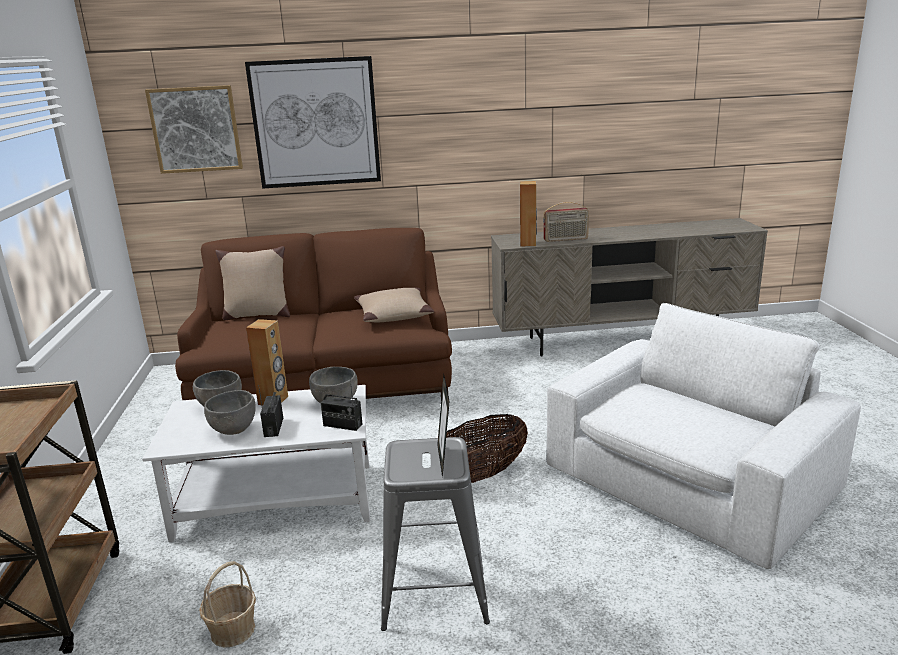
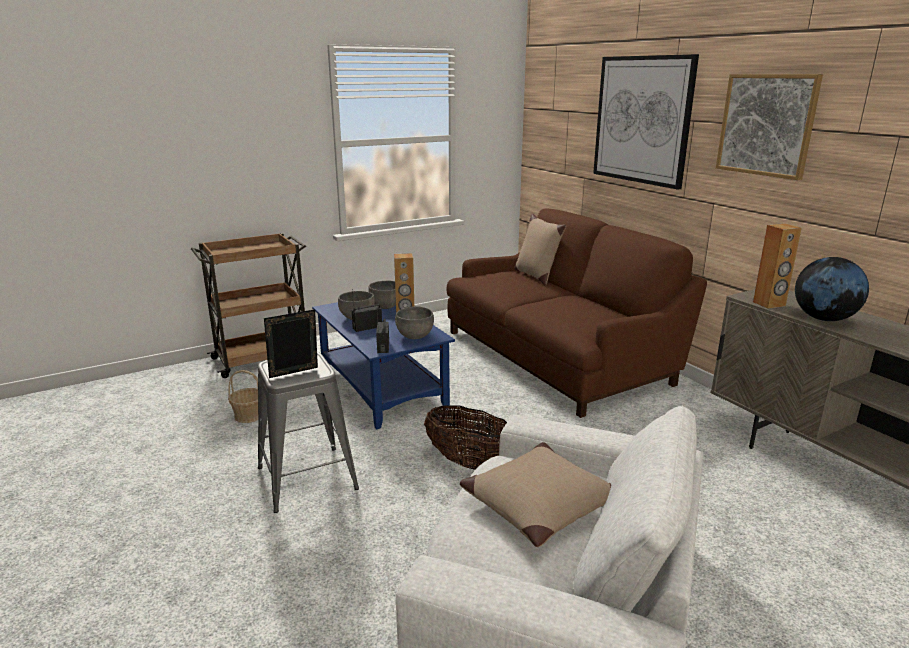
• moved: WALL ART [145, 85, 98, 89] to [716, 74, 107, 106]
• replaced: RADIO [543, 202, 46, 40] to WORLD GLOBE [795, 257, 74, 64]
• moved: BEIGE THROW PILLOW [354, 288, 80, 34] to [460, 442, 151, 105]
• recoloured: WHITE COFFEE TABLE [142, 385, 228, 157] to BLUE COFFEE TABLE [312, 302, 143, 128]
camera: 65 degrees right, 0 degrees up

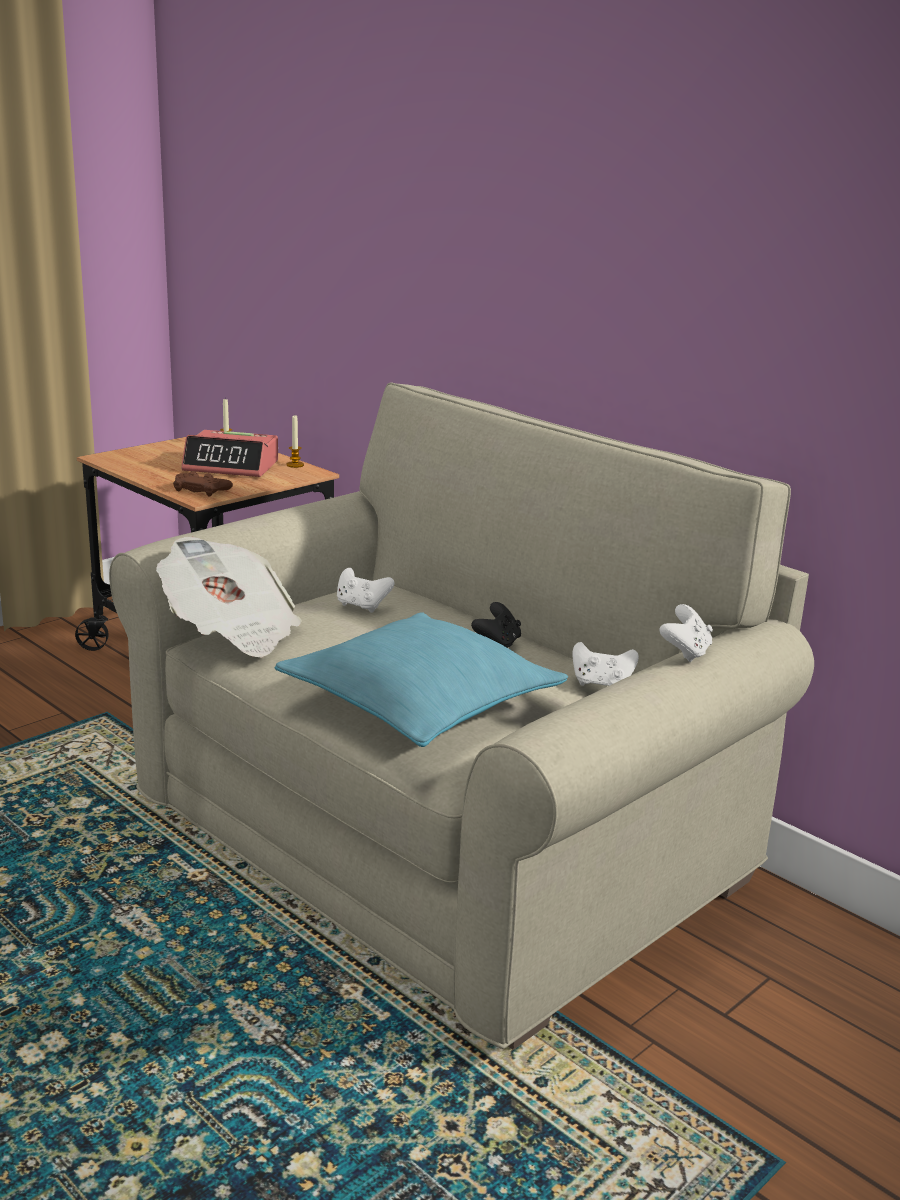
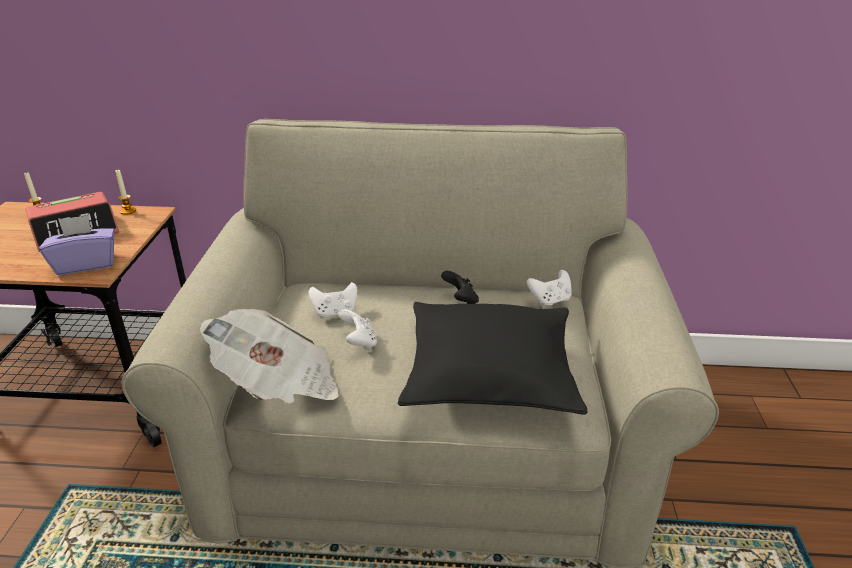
• replaced: BROWN GAMEPAD [173, 471, 60, 25] to PURPLE-COLOURED BOX OF TISSUES [39, 215, 76, 60]
• moved: WHITE GAMEPAD [659, 604, 54, 58] to [338, 309, 39, 42]
• recoloured: BLUE-GREEN THROW PILLOW [275, 612, 293, 135] to BLACKISH THROW PILLOW [398, 302, 190, 113]
camera: 40 degrees left, 10 degrees up

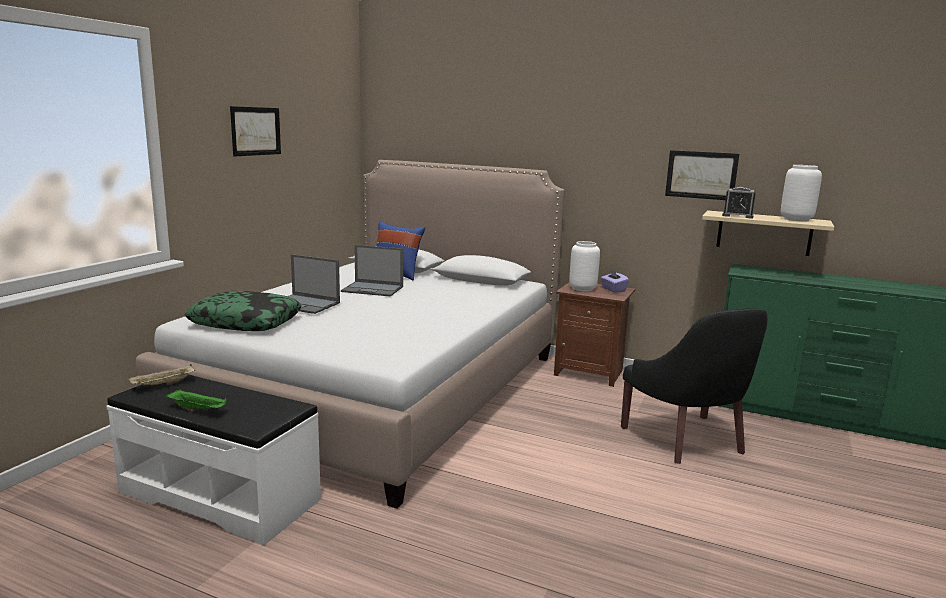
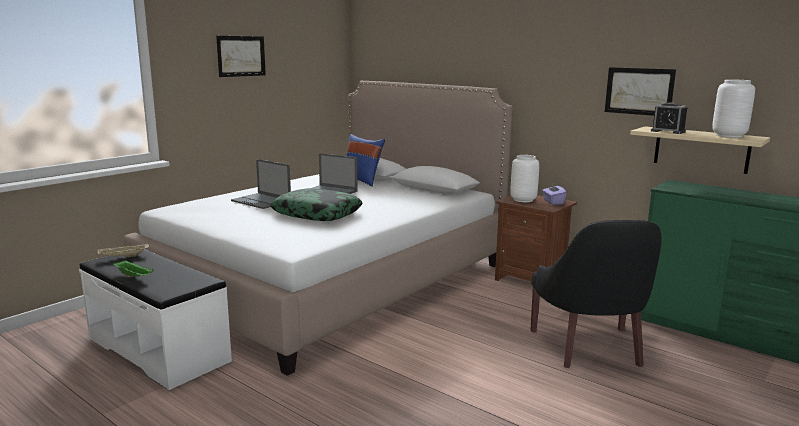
• moved: THROW PILLOW [184, 291, 118, 40] to [270, 188, 92, 33]
camera: 15 degrees right, 0 degrees up

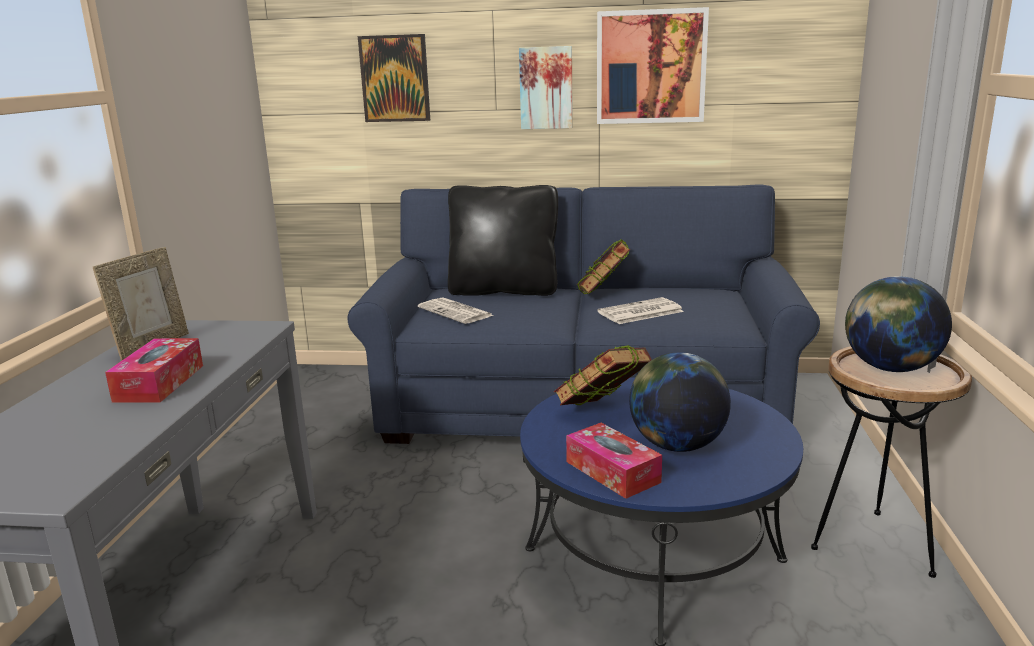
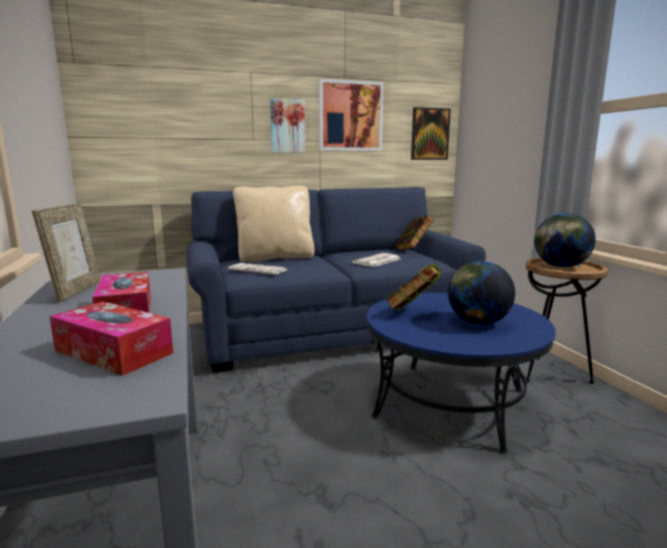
• moved: WALL ART [358, 34, 72, 88] to [411, 107, 40, 53]
• recoloured: BLACKISH THROW PILLOW [448, 185, 110, 111] to BEIGE THROW PILLOW [233, 186, 81, 76]
• moved: BOUND BOOK [576, 240, 54, 54] to [395, 215, 38, 35]
• moved: BOX OF TISSUES [566, 423, 96, 76] to [49, 301, 124, 75]
camera: 25 degrees left, 5 degrees down

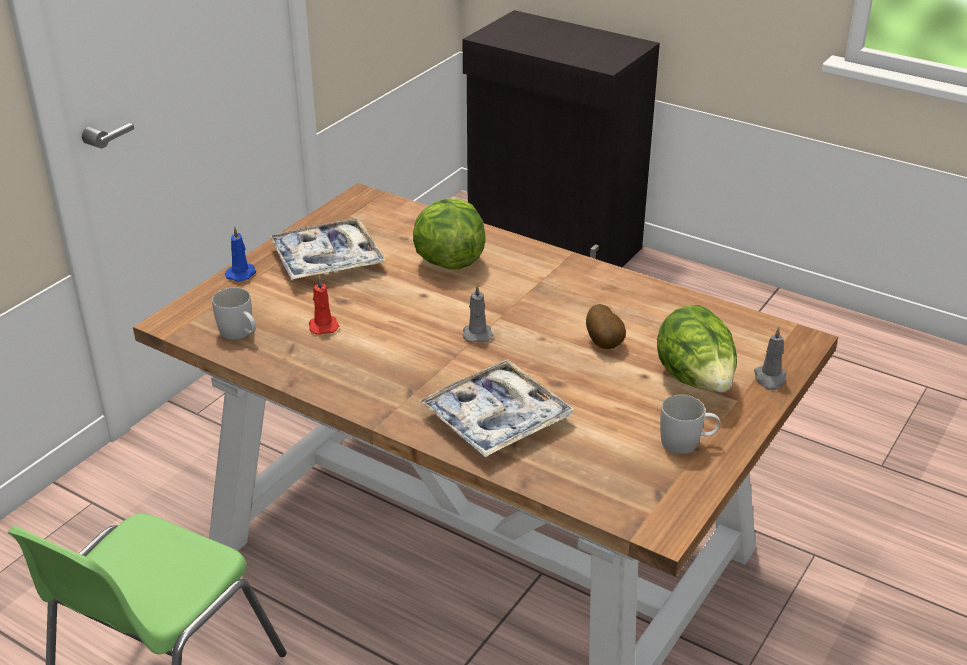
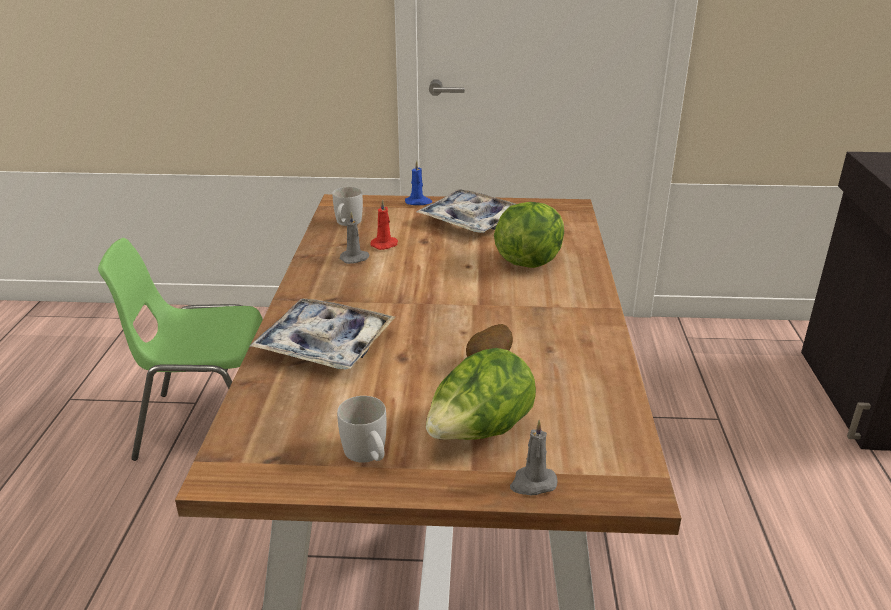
• moved: GREYISH WAX CANDLE [463, 284, 30, 59] to [340, 211, 30, 53]
camera: 60 degrees right, 5 degrees down

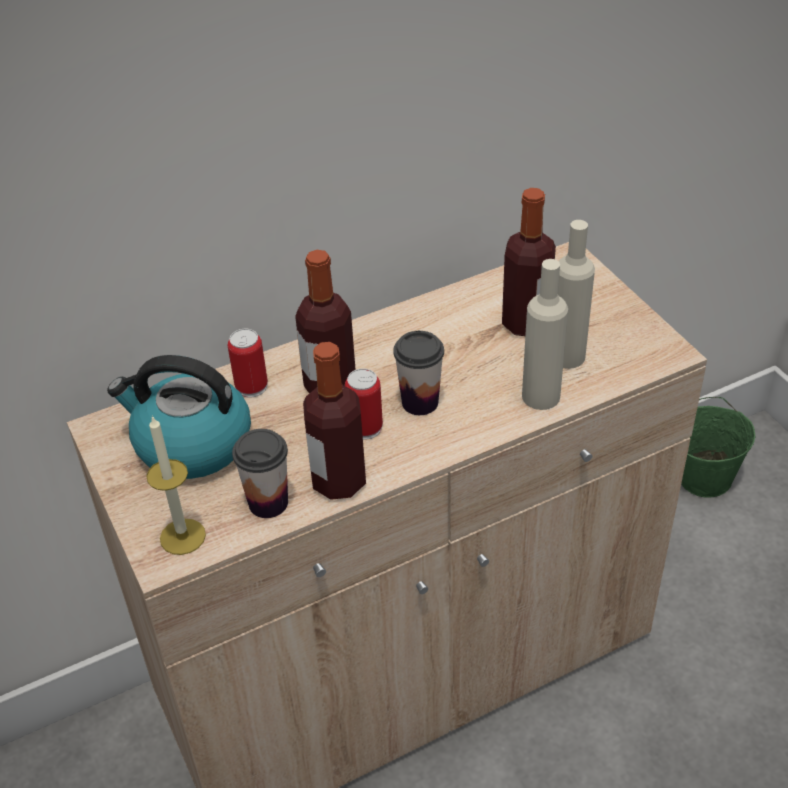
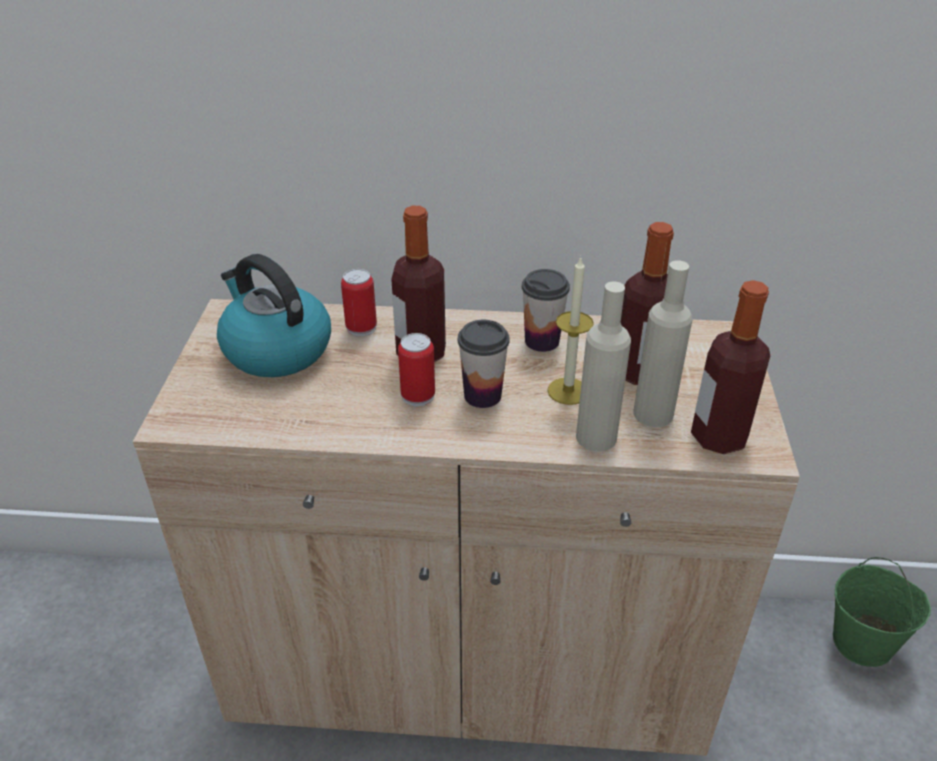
• moved: BEVERAGE BOTTLE [303, 342, 63, 158] to [691, 280, 79, 174]
• moved: WAX CANDLE [146, 415, 60, 140] to [547, 256, 47, 149]
• moved: DRINKING CUP [232, 429, 56, 89] to [522, 269, 48, 83]
camera: 30 degrees right, 5 degrees down

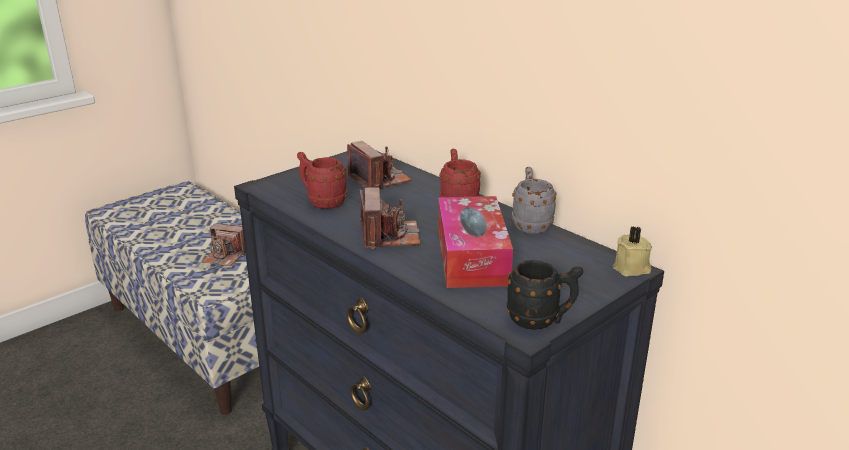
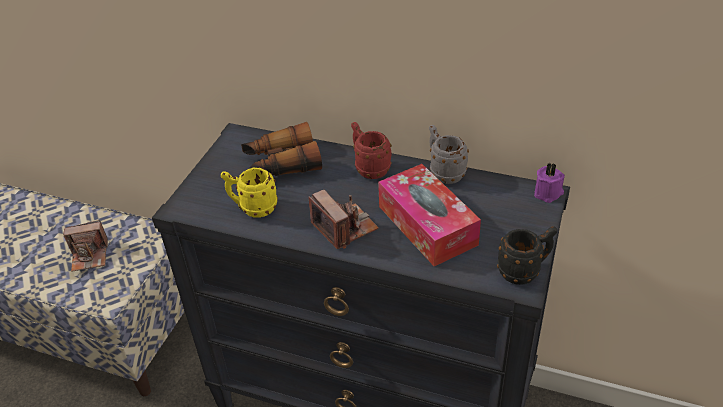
• replaced: STILL CAMERA [347, 141, 64, 48] to BINOCULARS [241, 122, 81, 54]
• recoloured: REDDISH COFFEE MUG [297, 152, 50, 57] to YELLOW COFFEE MUG [221, 167, 57, 51]
• recoloured: BEIGE WAX CANDLE [613, 226, 39, 50] to PURPLE-COLOURED WAX CANDLE [534, 163, 31, 40]
camera: 25 degrees left, 15 degrees up

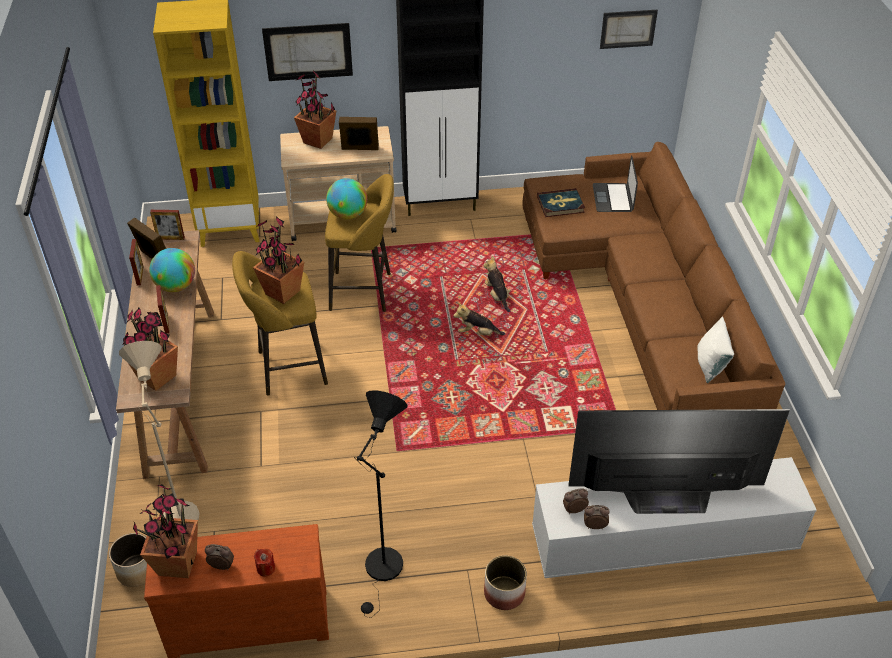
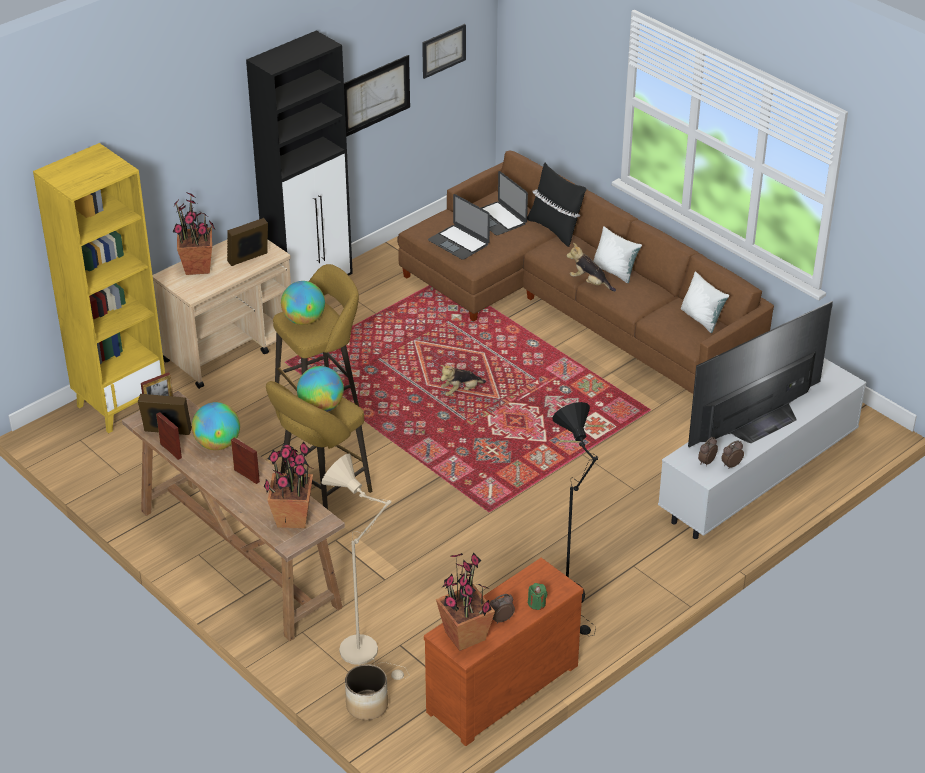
• moved: WALL ART [262, 23, 91, 58] to [344, 55, 66, 82]
• replaced: BOUND BOOK [537, 188, 48, 29] to LAPTOP [428, 194, 62, 66]
• replaced: POTTED PLANT [253, 216, 51, 88] to WORLD GLOBE [297, 366, 47, 46]
• moved: CUDDLY TOY [483, 256, 28, 56] to [566, 243, 50, 49]
• recoloured: REDDISH WAX CANDLE [254, 549, 21, 28] to GREENISH WAX CANDLE [528, 583, 19, 27]
• removed: PLANT POT [484, 556, 43, 54]
• added: BLACKISH THROW PILLOW [527, 163, 60, 84]
• added: WHITE THROW PILLOW [593, 226, 49, 57]
camera: 35 degrees left, 5 degrees down

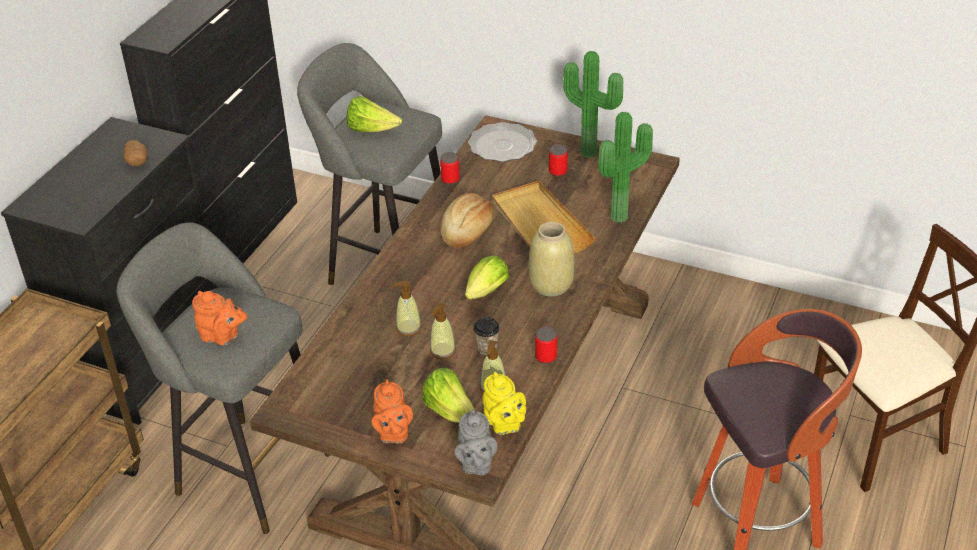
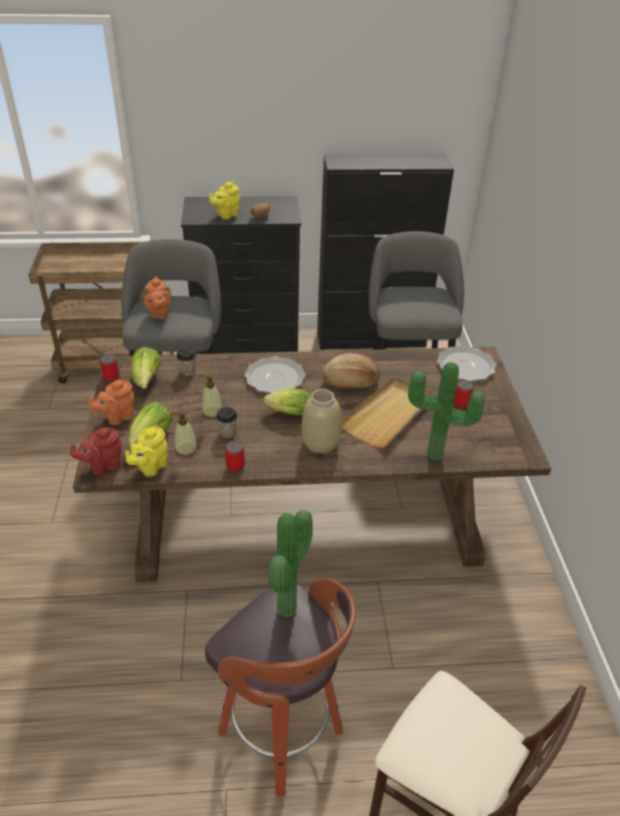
• moved: POTTED PLANT [563, 51, 60, 107] to [269, 510, 44, 108]
• moved: HEAD OF LETTUCE [347, 96, 55, 36] to [132, 347, 30, 42]
• moved: METAL CAN [440, 152, 20, 33] to [100, 354, 19, 28]
• removed: SOAP BOTTLE [391, 281, 31, 55]
• recoloured: GREYISH POT FOR TEA [454, 409, 43, 66] to REDDISH POT FOR TEA [70, 427, 52, 48]
• added: YELLOW POT FOR TEA [209, 181, 31, 39]
• added: DRINKING CUP [176, 348, 20, 28]
• added: PLATE [244, 356, 62, 37]
camera: 60 degrees right, 0 degrees up

